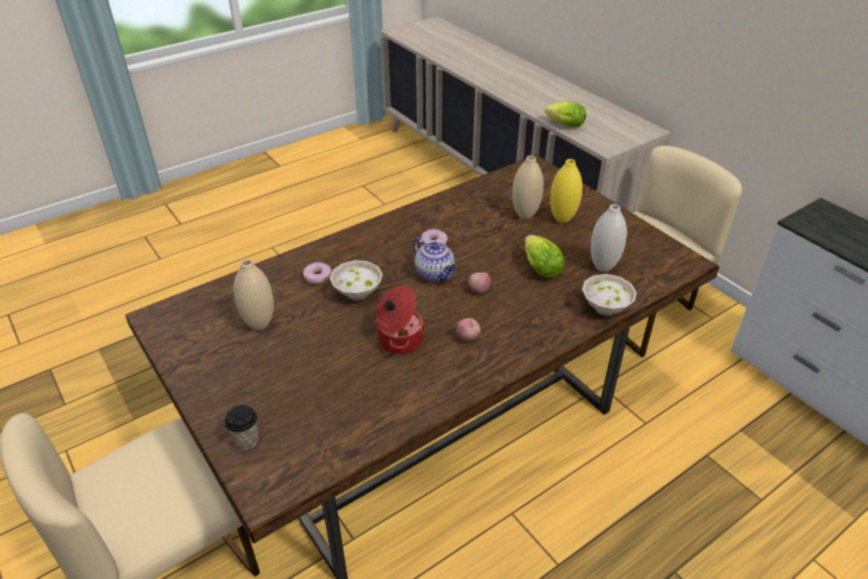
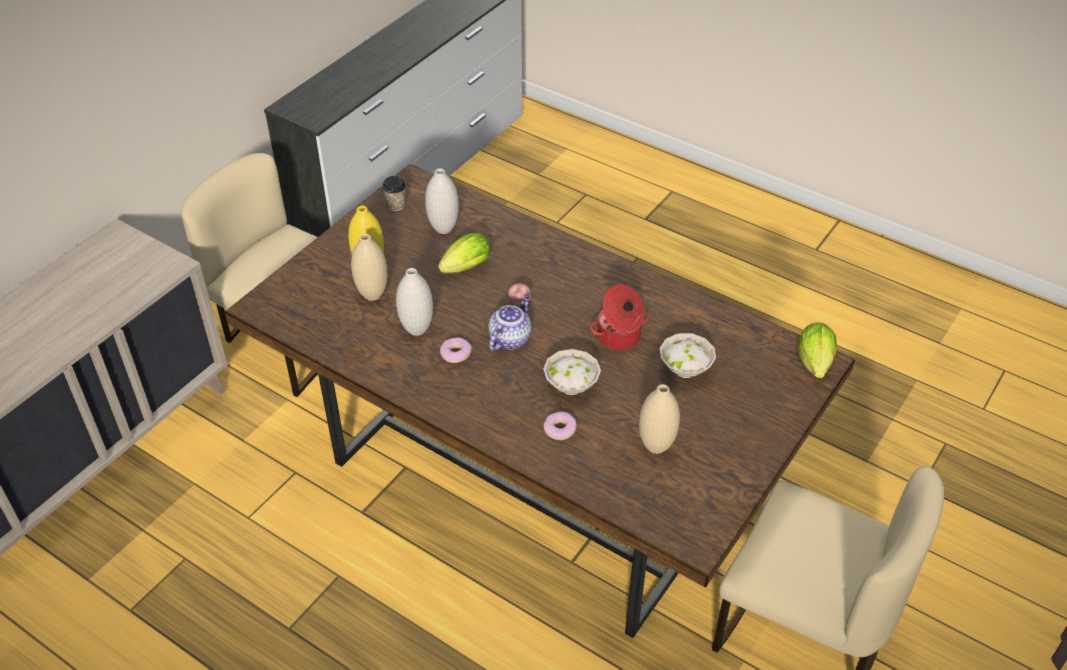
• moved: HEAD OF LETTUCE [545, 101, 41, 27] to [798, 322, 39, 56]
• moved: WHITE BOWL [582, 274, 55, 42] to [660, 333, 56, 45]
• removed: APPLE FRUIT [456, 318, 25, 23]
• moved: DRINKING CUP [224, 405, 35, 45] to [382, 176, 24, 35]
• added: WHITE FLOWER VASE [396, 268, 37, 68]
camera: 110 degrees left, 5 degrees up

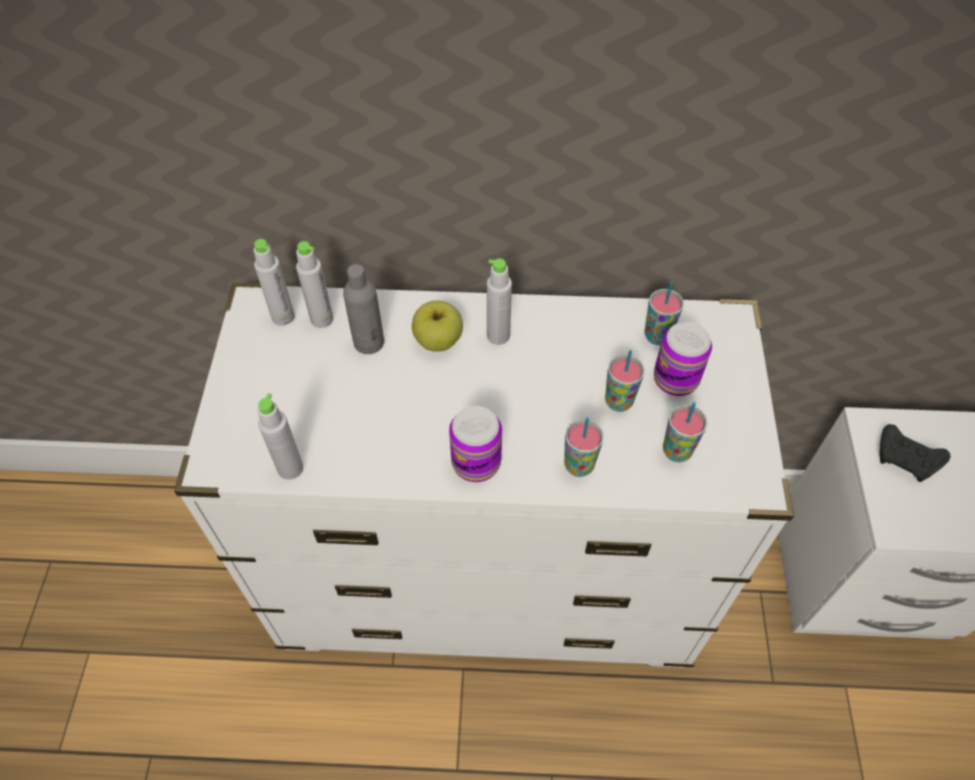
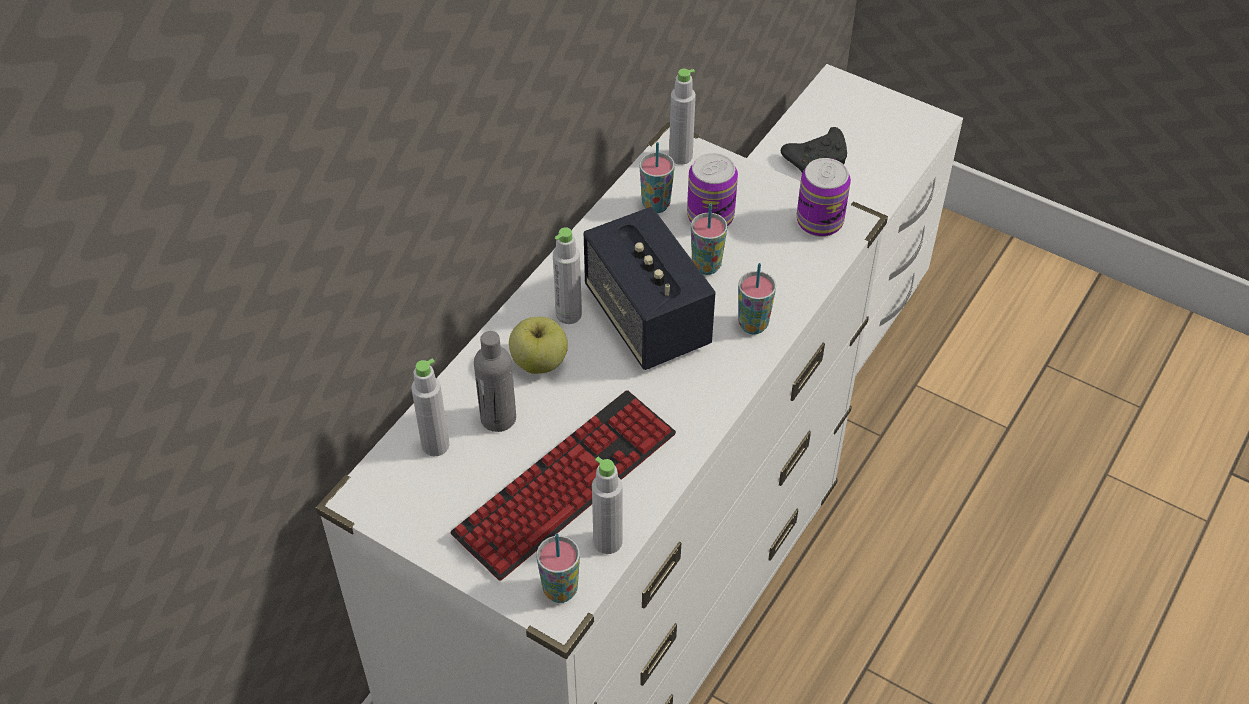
• moved: GREYISH BEVERAGE BOTTLE [254, 239, 41, 87] to [669, 69, 27, 96]
• moved: DRINKING CUP [663, 402, 44, 60] to [537, 533, 43, 70]
• moved: METAL CAN [449, 406, 53, 76] to [797, 158, 54, 79]
• added: SPEAKER [584, 207, 132, 163]
• added: PC KEYBOARD [451, 390, 225, 190]
camera: 60 degrees left, 5 degrees down

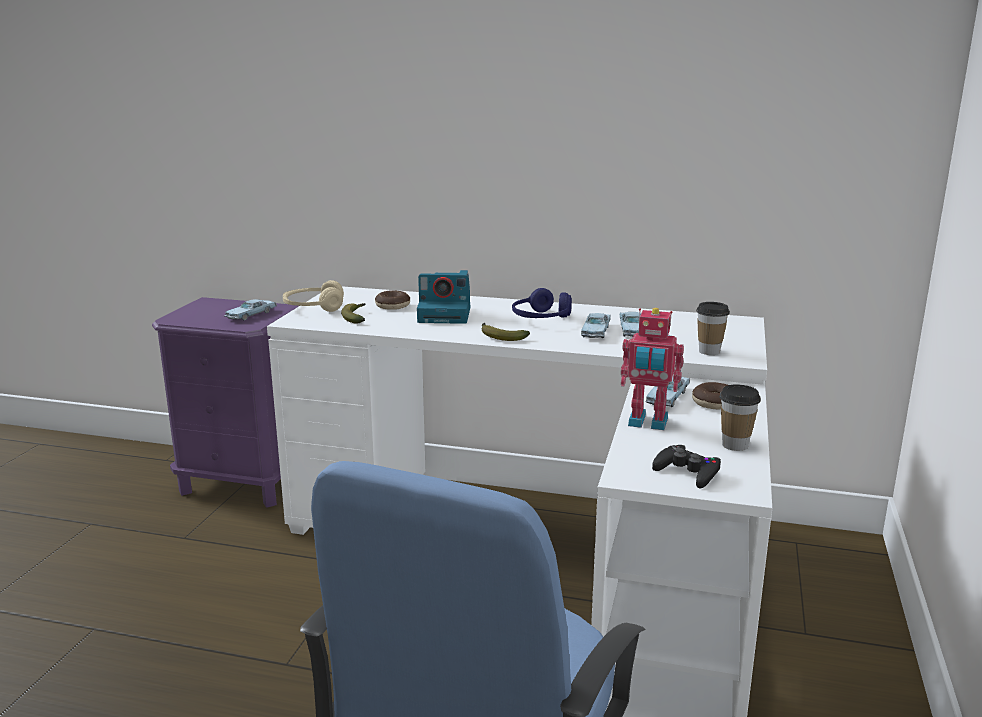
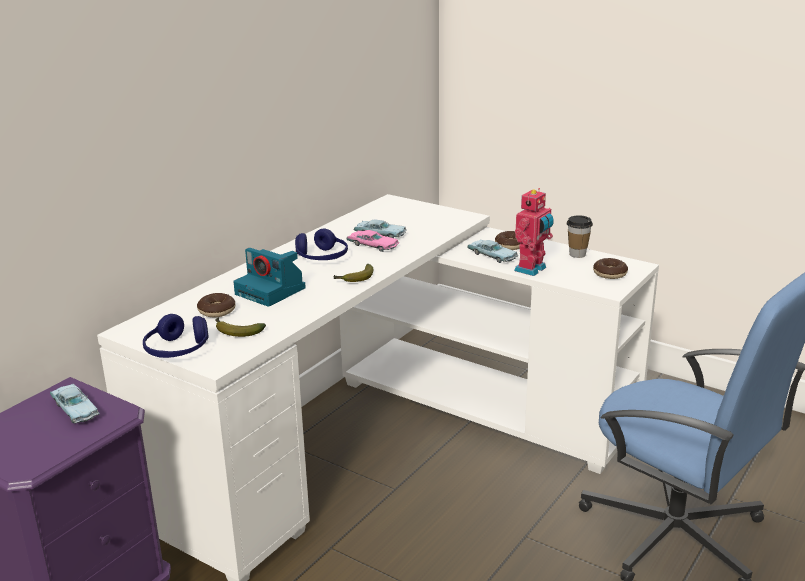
• turned: STILL CAMERA [417, 270, 53, 54] = [233, 248, 73, 59] 105 degrees clockwise
• recoloured: BEIGE HEADPHONES [283, 280, 61, 32] to BLUE HEADPHONES [143, 314, 66, 44]
• removed: DRINKING CUP [696, 302, 34, 53]
• recoloured: BLUE MODEL CAR [581, 313, 30, 25] to PINK-COLOURED MODEL CAR [347, 230, 52, 22]
• replaced: BLACKISH GAMEPAD [652, 445, 69, 43] to DOUGHNUT [593, 258, 35, 21]
camera: 70 degrees left, 5 degrees up

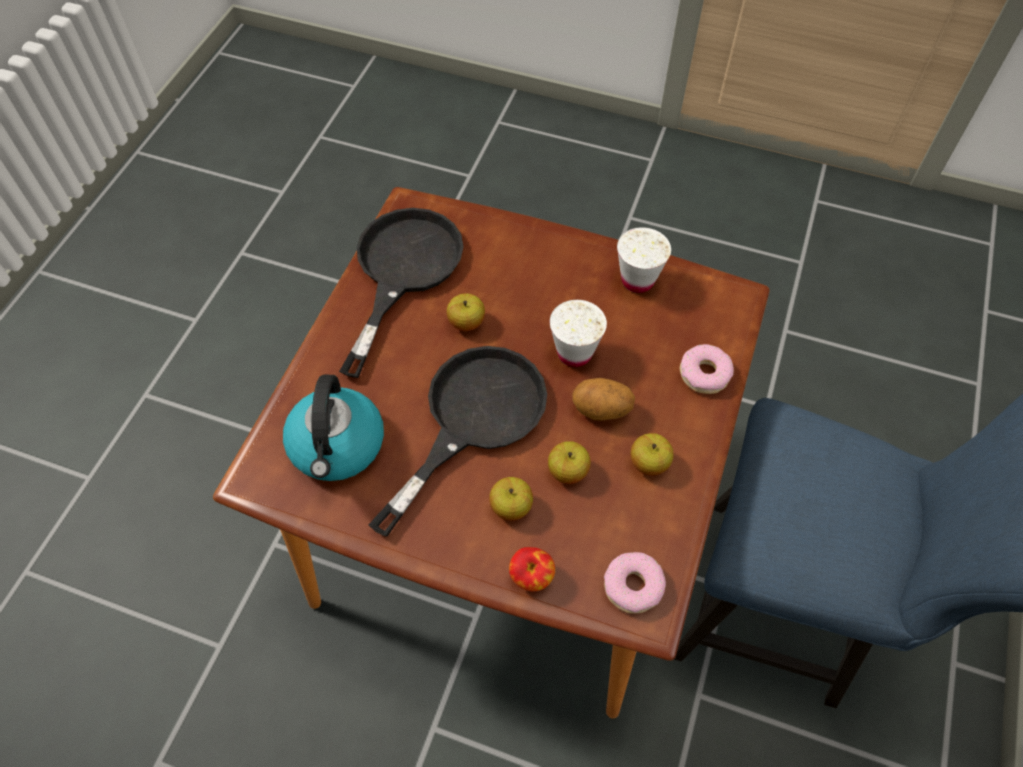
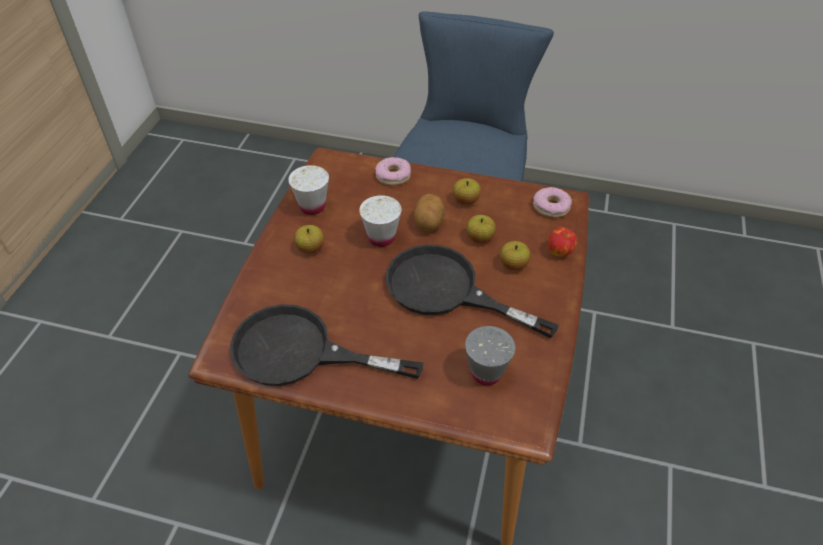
• moved: APPLE FRUIT [447, 293, 38, 38] to [294, 225, 30, 28]
• replaced: KETTLE [283, 375, 101, 106] to GREYISH DRINKING CUP [465, 326, 50, 60]
camera: 95 degrees left, 10 degrees down

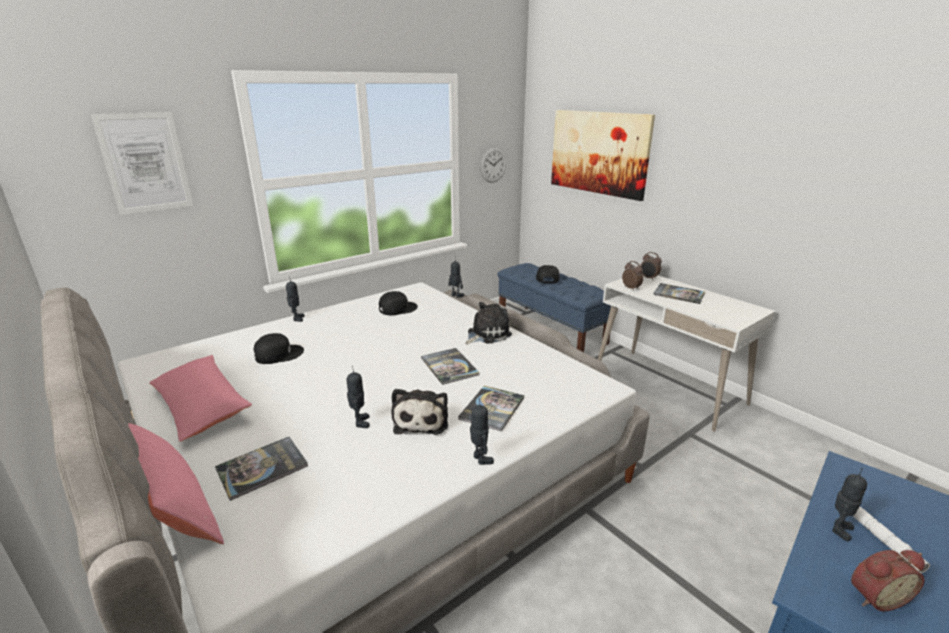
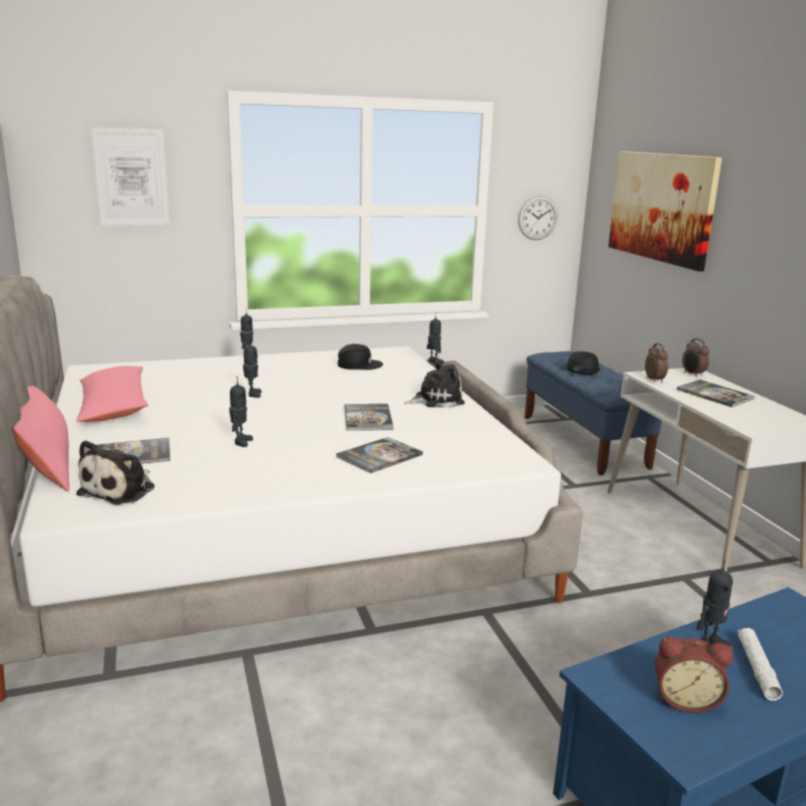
• removed: BLACKISH BASEBALL CAP [254, 333, 50, 31]
• moved: CUDDLY TOY [392, 389, 56, 46] to [76, 440, 79, 64]
• moved: ROBOT FIGURE [470, 398, 24, 67] to [243, 338, 19, 60]
camera: 20 degrees right, 5 degrees down

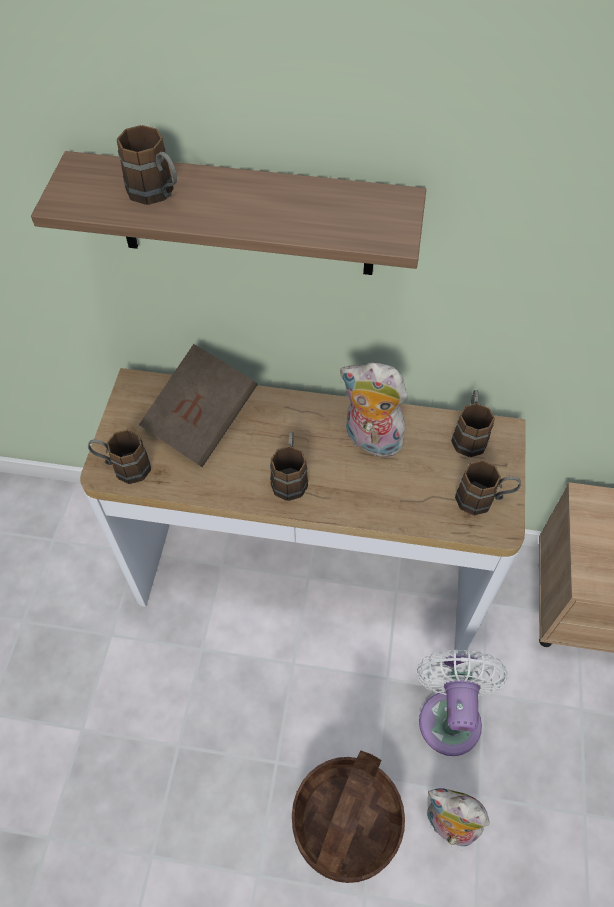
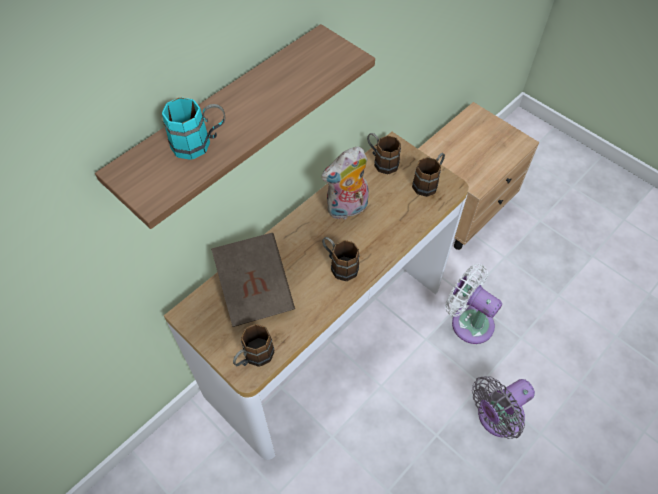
• recoloured: BROWN COFFEE MUG [117, 125, 60, 80] to BLUE-GREEN COFFEE MUG [162, 97, 63, 63]
• replaced: BASKET [292, 751, 113, 132] to GREYISH COOLING FAN [472, 376, 63, 63]
• removed: CUDDLY TOY [427, 788, 63, 60]
camera: 55 degrees left, 0 degrees up

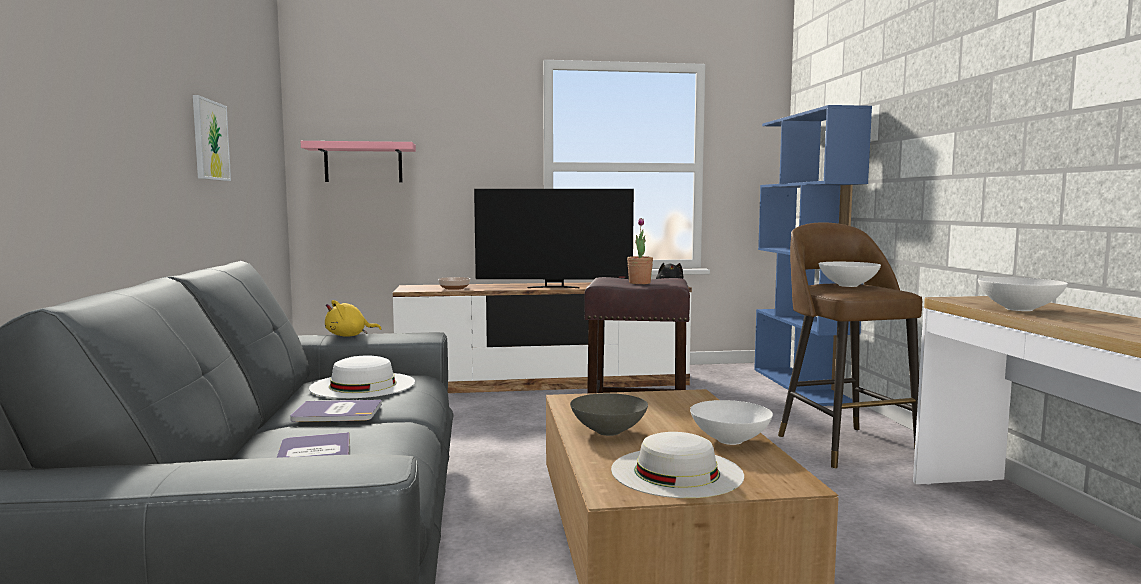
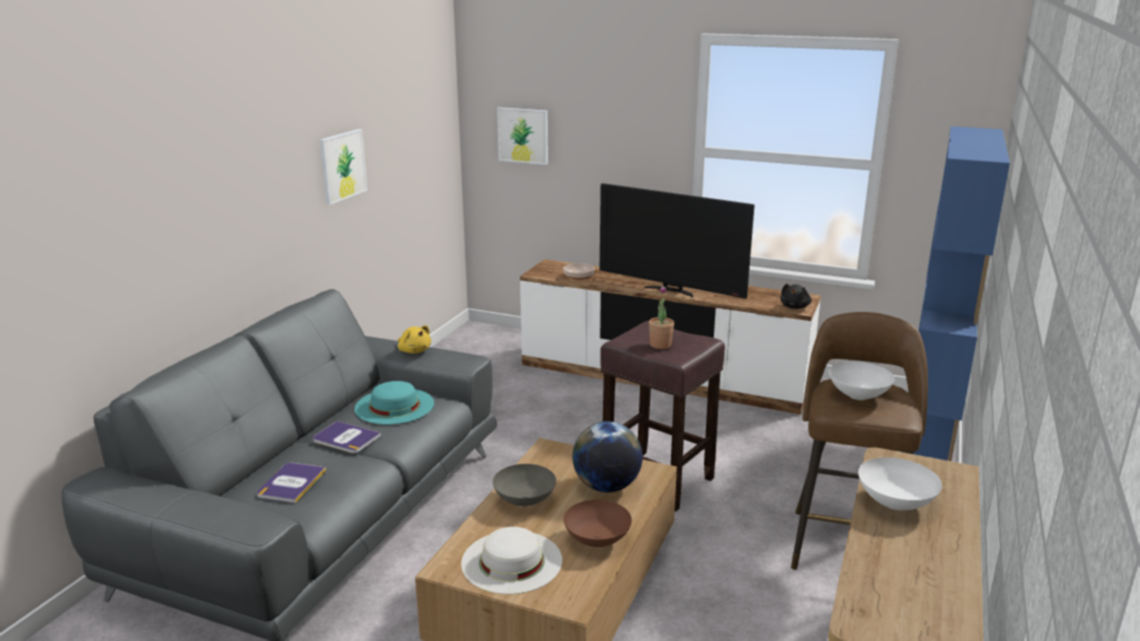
• replaced: PINK-COLOURED SHELF [301, 141, 115, 41] to WALL ART [497, 107, 51, 58]
• turned: YELLOW CUDDLY TOY [325, 300, 56, 36] = [398, 325, 33, 29] 135 degrees counterclockwise
• recoloured: WHITE HAT [309, 355, 106, 43] to BLUE-GREEN HAT [355, 381, 79, 44]
• recoloured: WHITE BOWL [690, 400, 83, 45] to BROWN BOWL [564, 500, 68, 47]
• added: WORLD GLOBE [573, 421, 70, 71]
camera: 30 degrees right, 15 degrees up

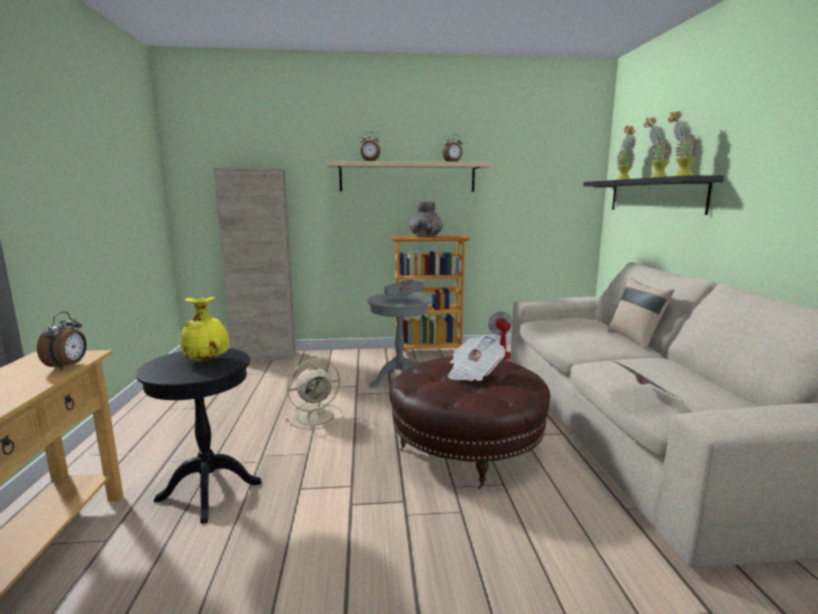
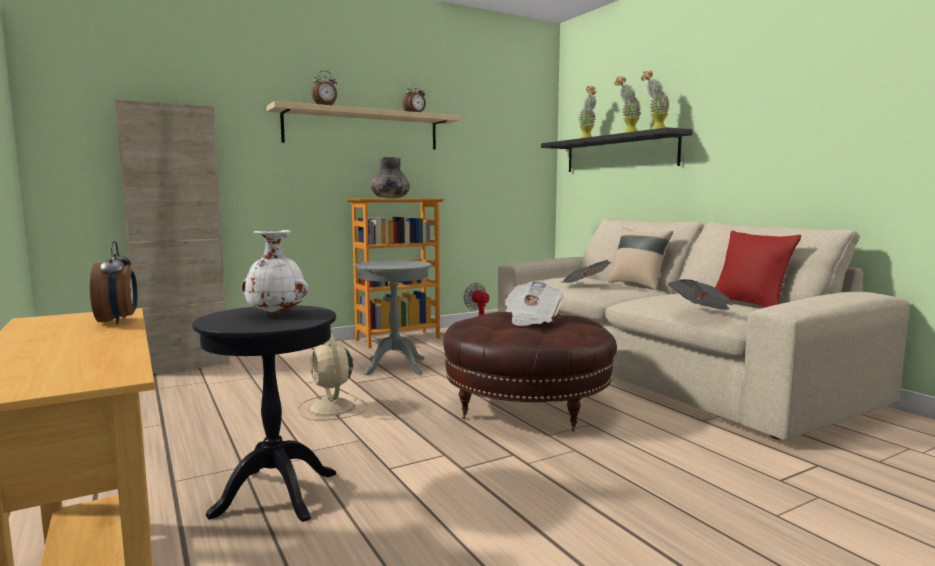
• moved: PRINTED PAPER [384, 280, 40, 16] to [562, 260, 49, 23]
• recoloured: YELLOW FLOWER VASE [180, 297, 49, 64] to WHITE FLOWER VASE [241, 230, 68, 84]
• turned: BEIGE COOLING FAN [285, 359, 59, 71] = [298, 333, 69, 88] 120 degrees clockwise
• added: REDDISH THROW PILLOW [715, 231, 86, 76]
camera: 25 degrees left, 5 degrees down

